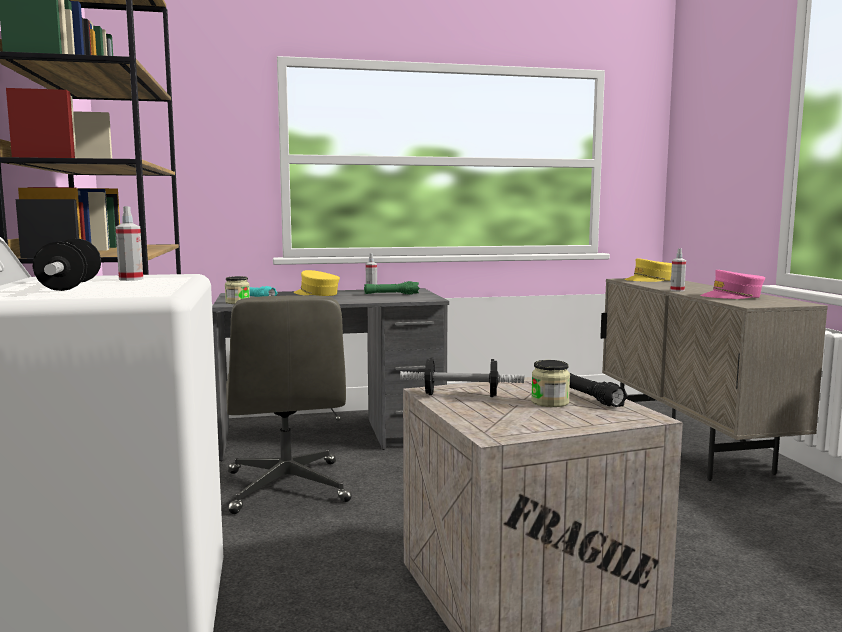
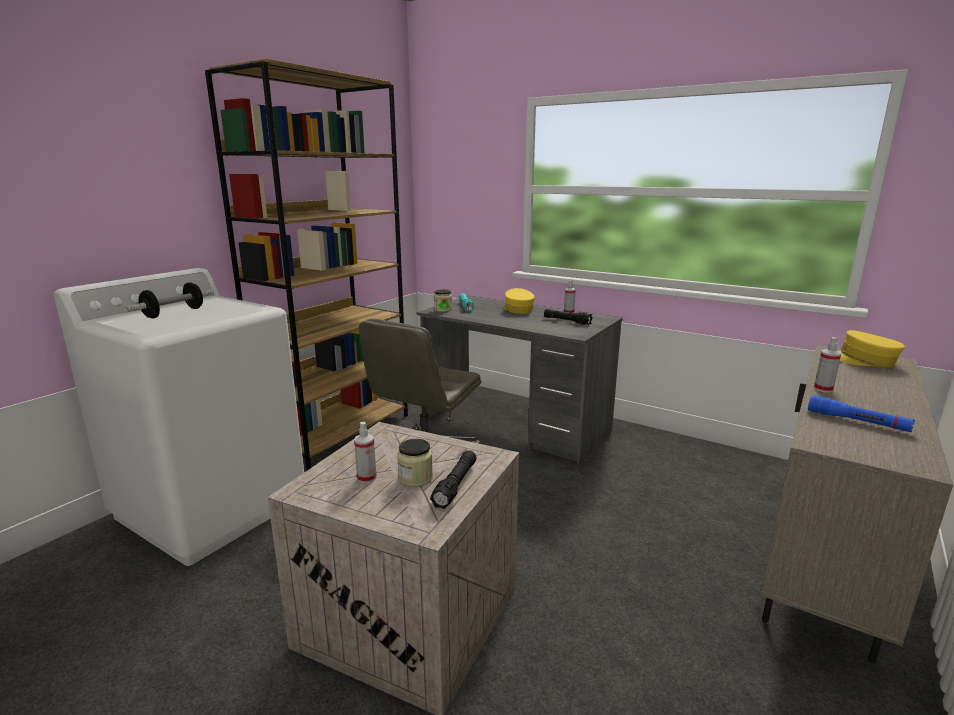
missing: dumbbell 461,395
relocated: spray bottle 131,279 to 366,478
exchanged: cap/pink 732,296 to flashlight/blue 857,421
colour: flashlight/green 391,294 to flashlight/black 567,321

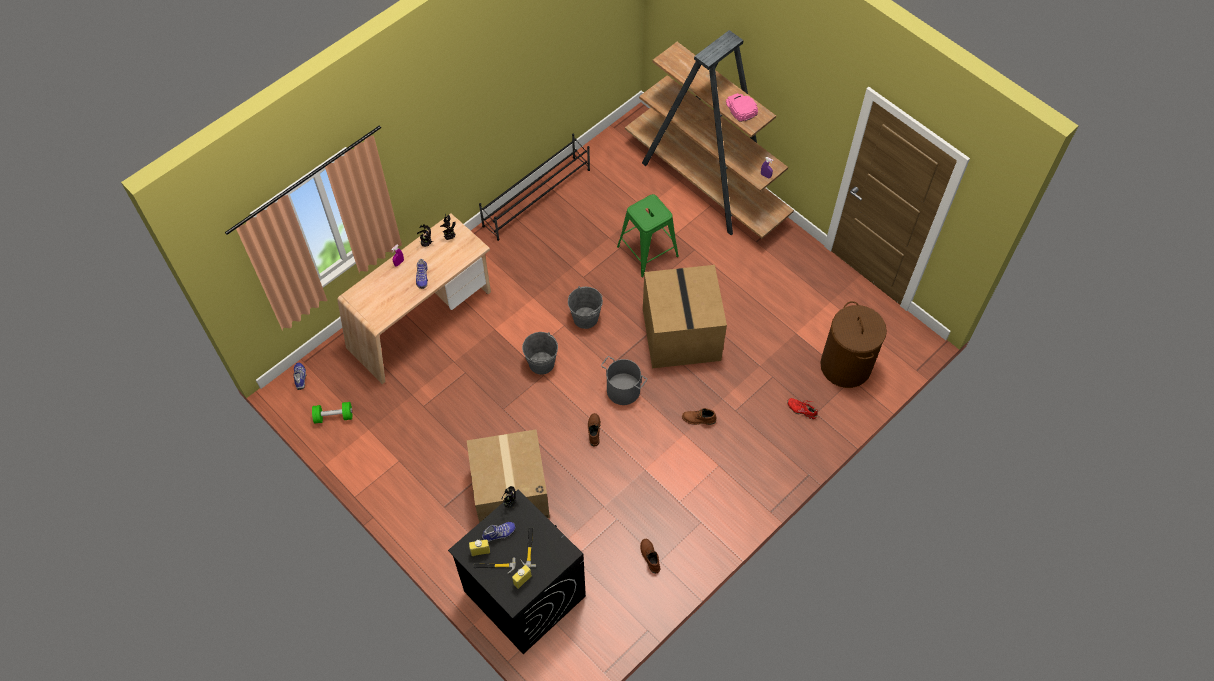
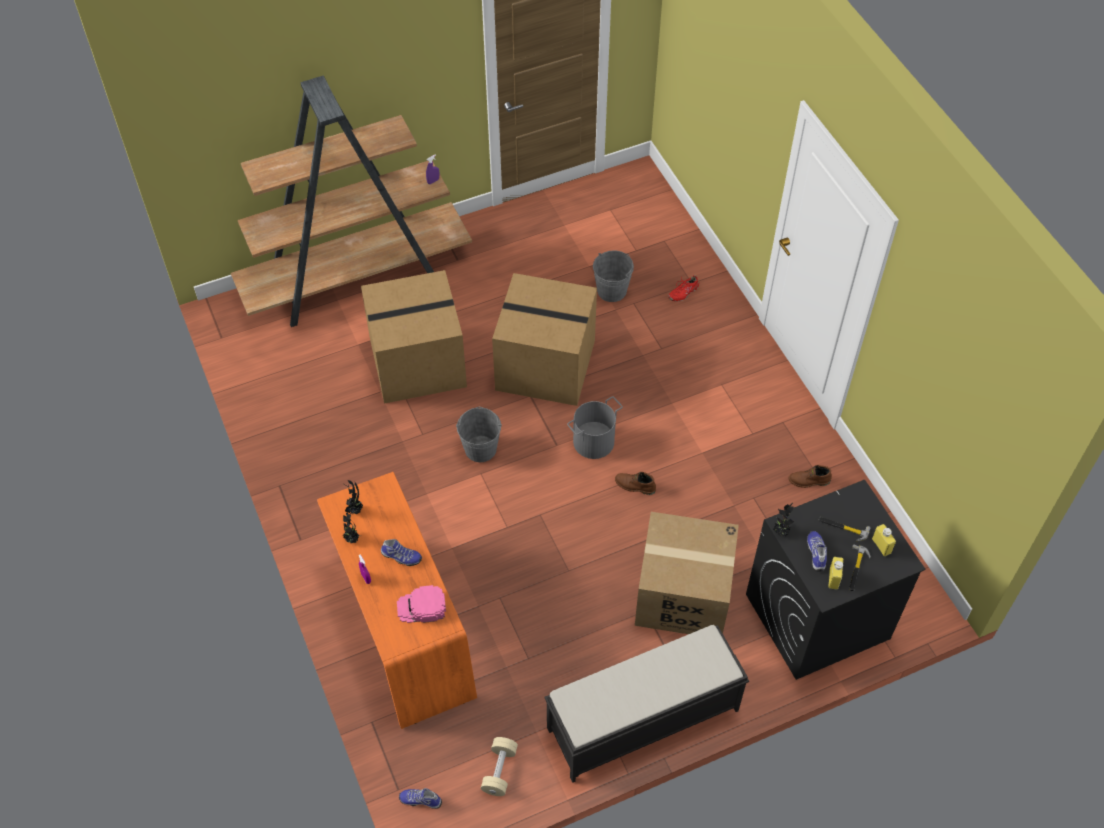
missing: shoe rack/black 537,197; boot/brown 698,419; laundry basket/brown 846,366
appeared: bench/black 641,720
relocated: cap/pink 740,108 to 421,607; bucket/grey 541,363 to 612,290
exchanged: stool/green 647,251 to cardboard box 418,361
colour: desk/beige 422,321 to desk/orange 402,626; dumbbell/green 334,416 to dumbbell/beige 499,771

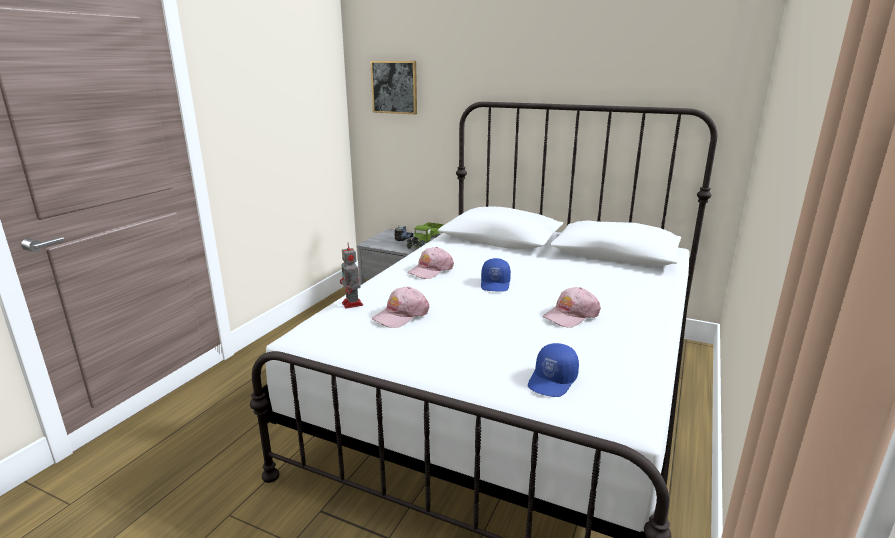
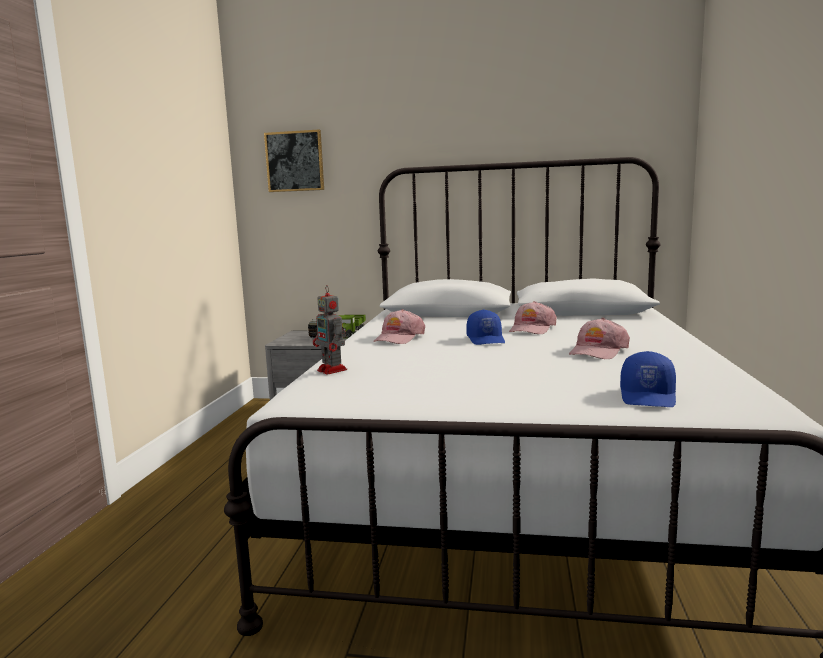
relocated: cap/pink 401,315 to 532,329

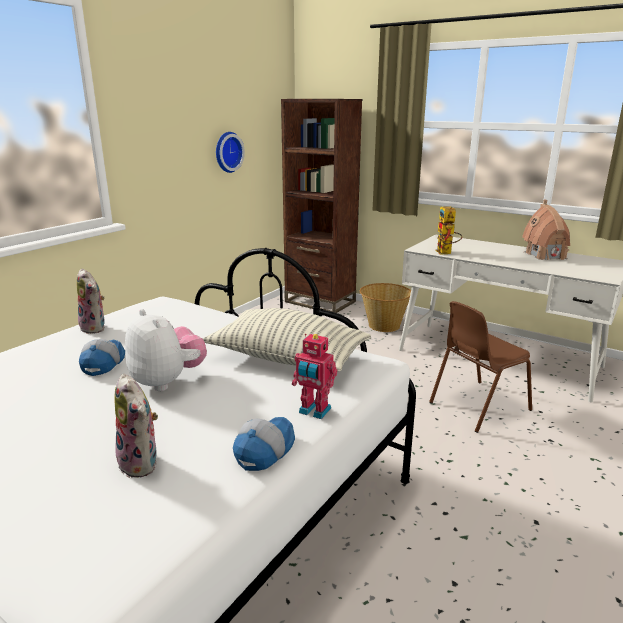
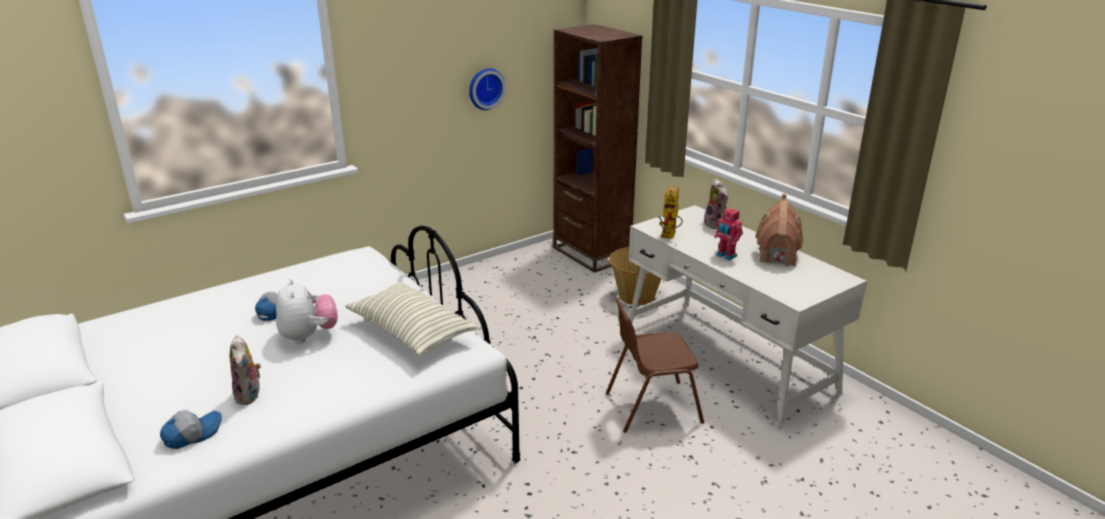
relocated: cap 263,450 to 192,434; plush toy 95,328 to 715,225; toy robot 314,411 to 725,256

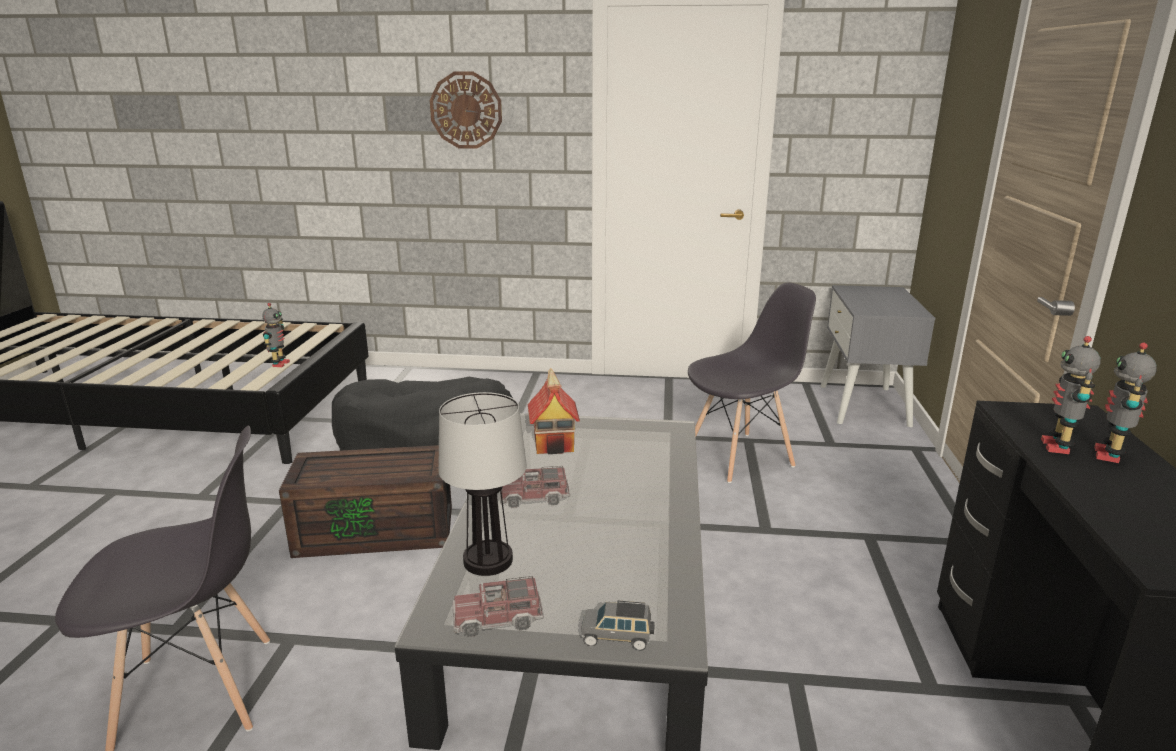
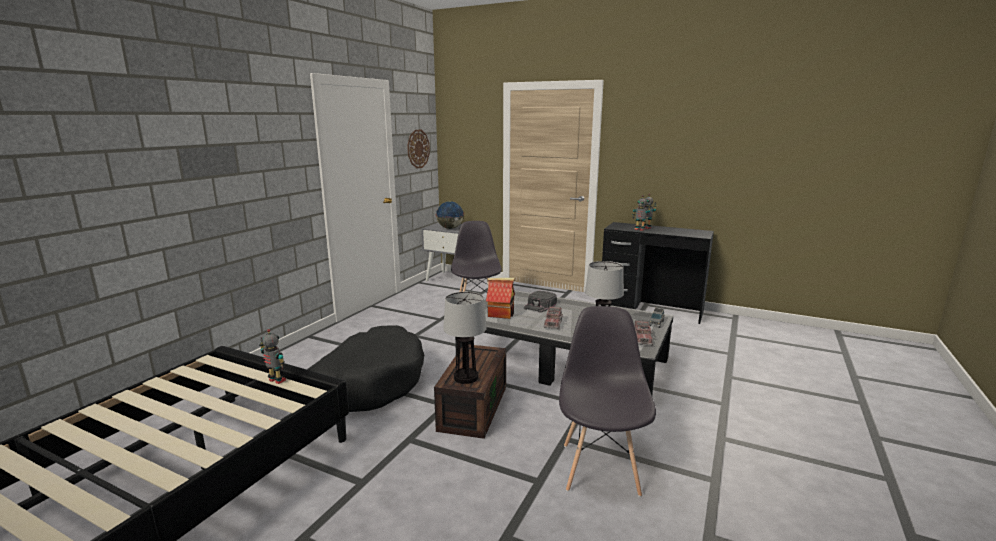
appeared: globe 450,228; table lamp 466,377; cap/black 540,305
relocated: wall clock 466,110 to 418,149

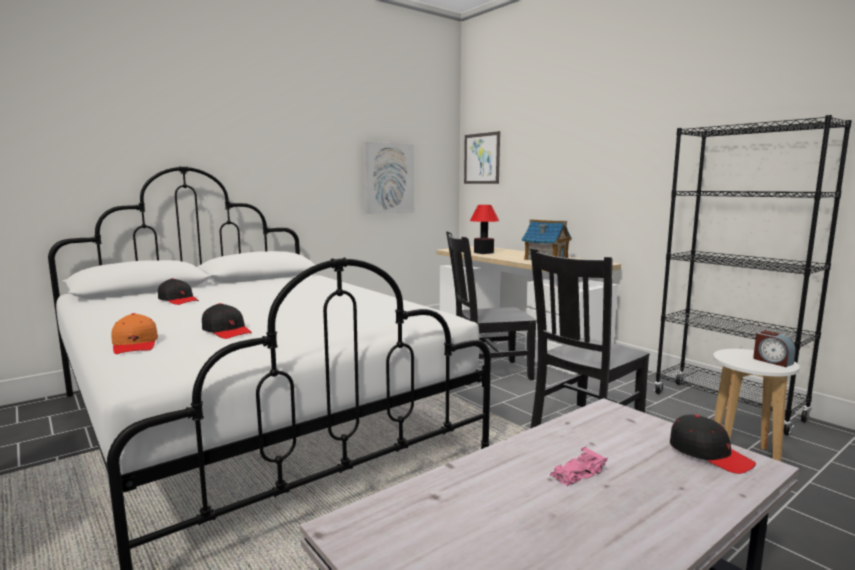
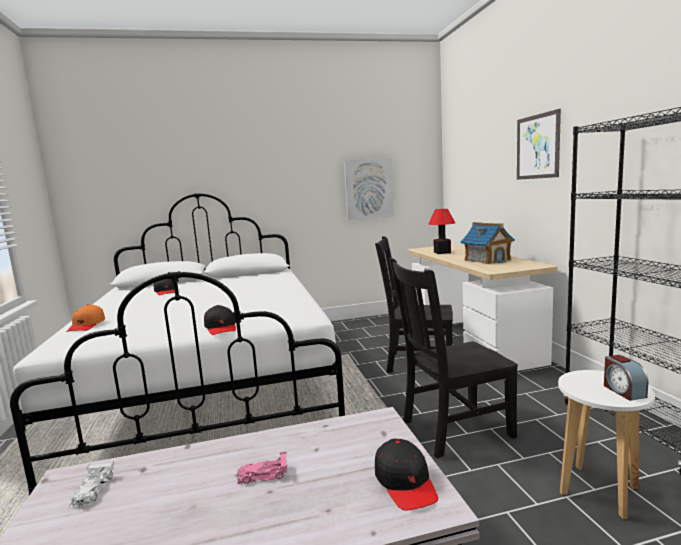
appeared: toy car/white 92,490
relocated: cap/black 227,331 to 221,327; picture 481,158 to 537,146

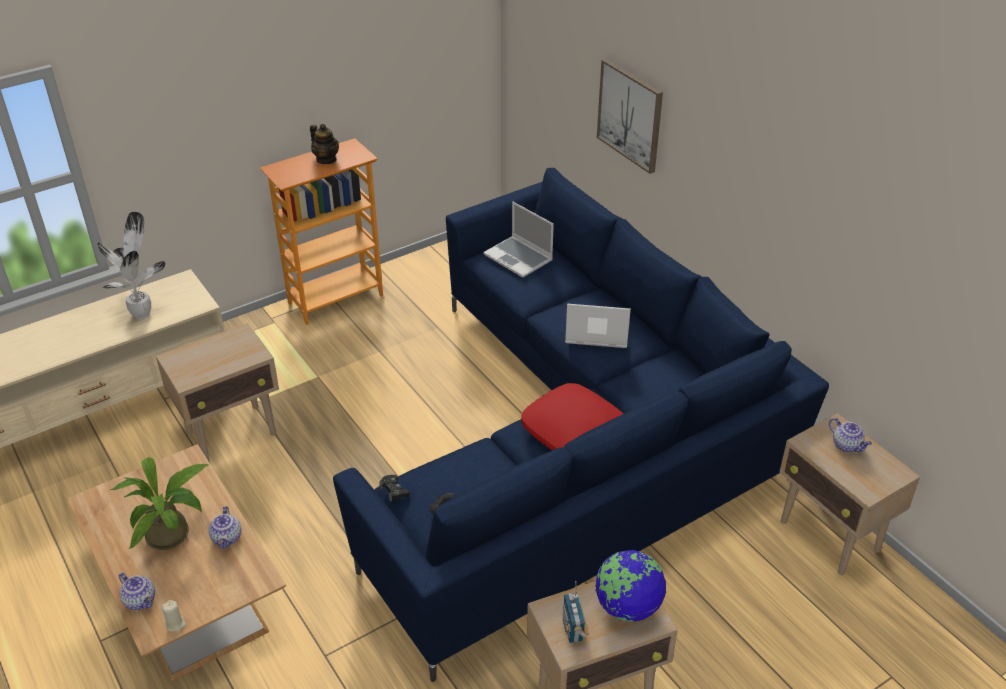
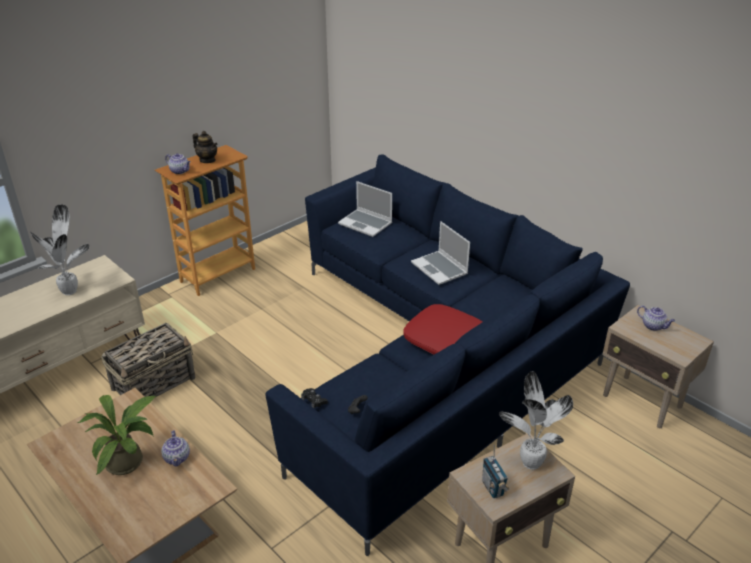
missing: candle/beige 175,624; picture 630,115
relocated: teapot 141,601 to 180,171
exchanged: side table/beige 233,433 to basket 154,383; globe 627,607 to potted plant 530,464
spun: laptop 596,332 = 440,269 120 degrees counterclockwise

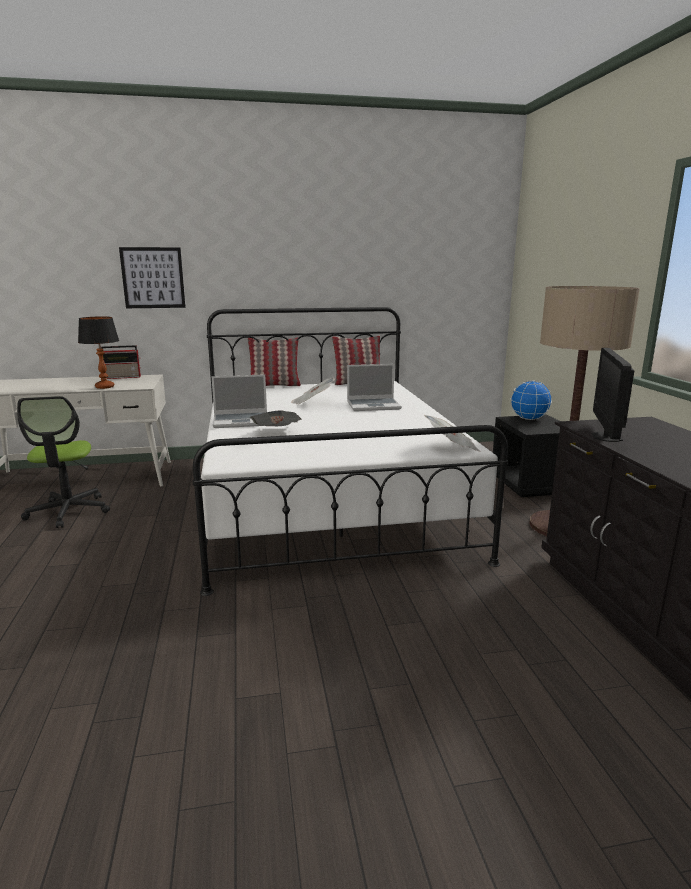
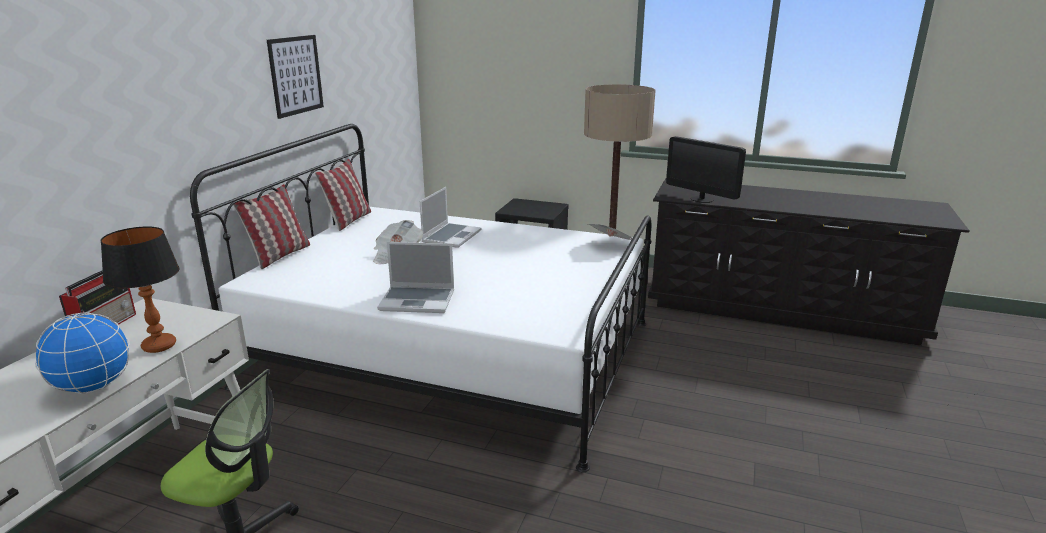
missing: newspaper 276,433
relocated: globe 529,419 to 93,386; picture 153,278 to 296,75
spun: laptop 242,421 = 418,300 75 degrees clockwise

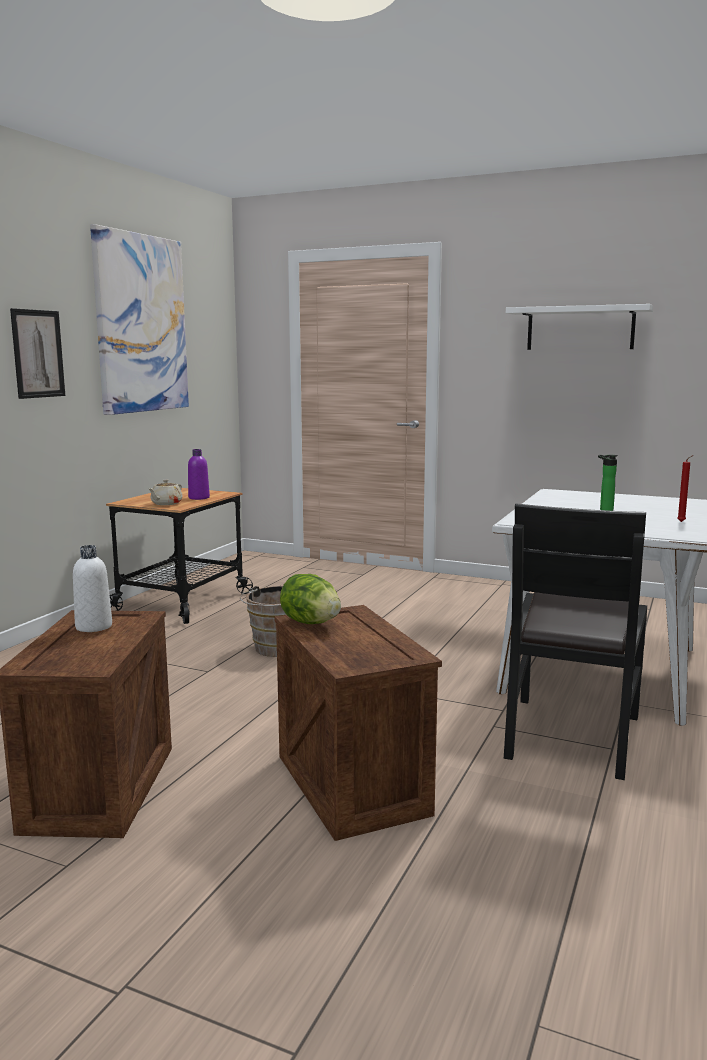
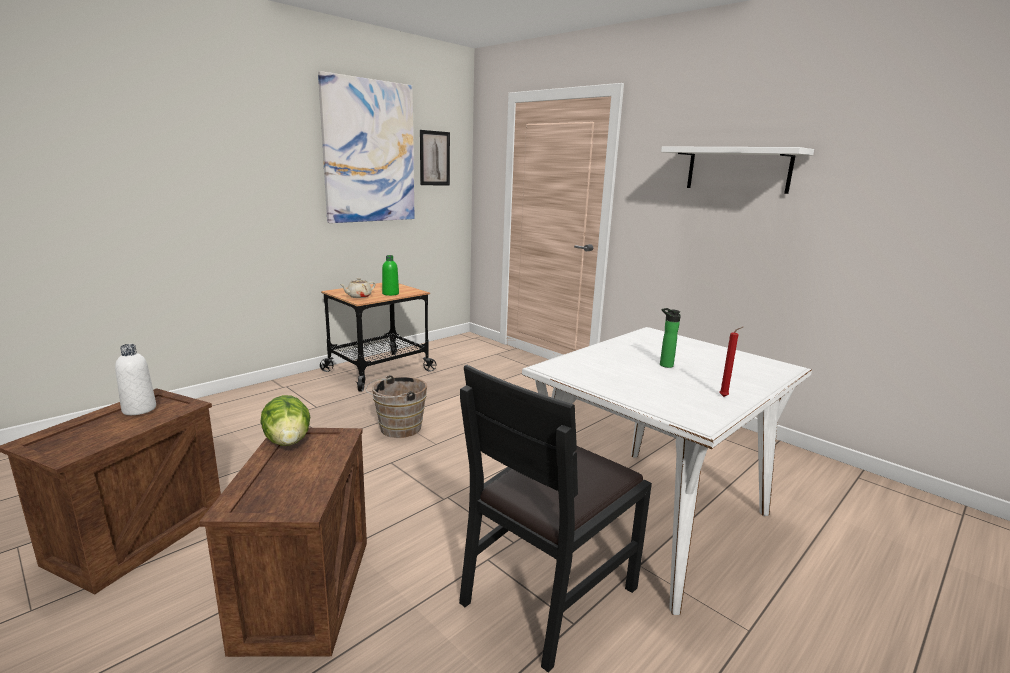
relocated: picture 38,354 to 434,158
colour: bottle/purple 199,498 to bottle/green 390,294

